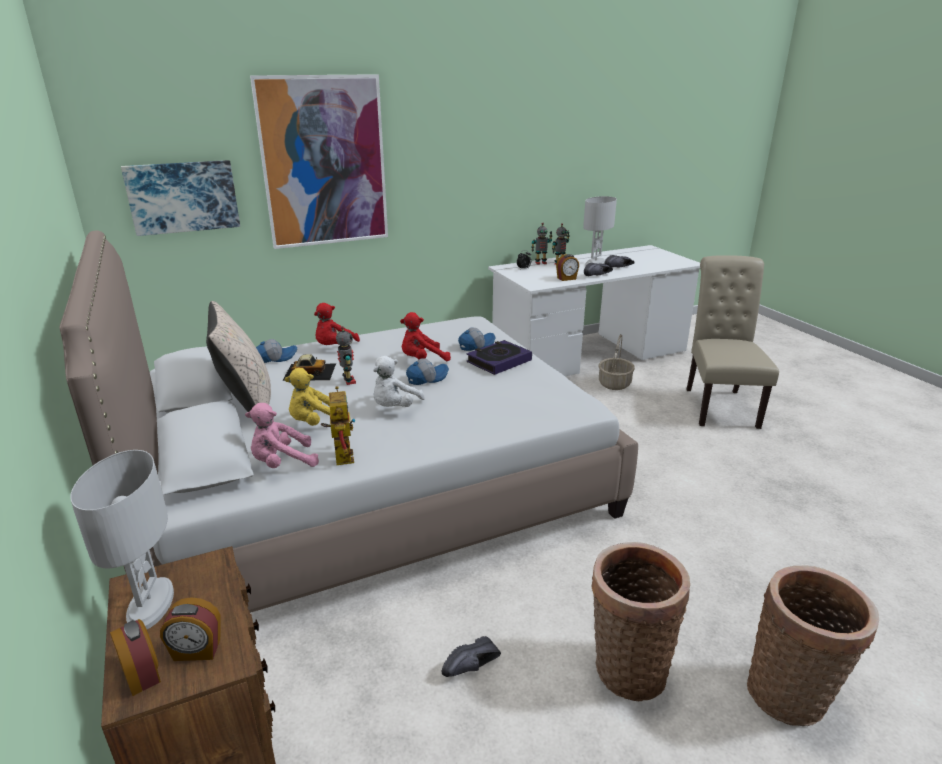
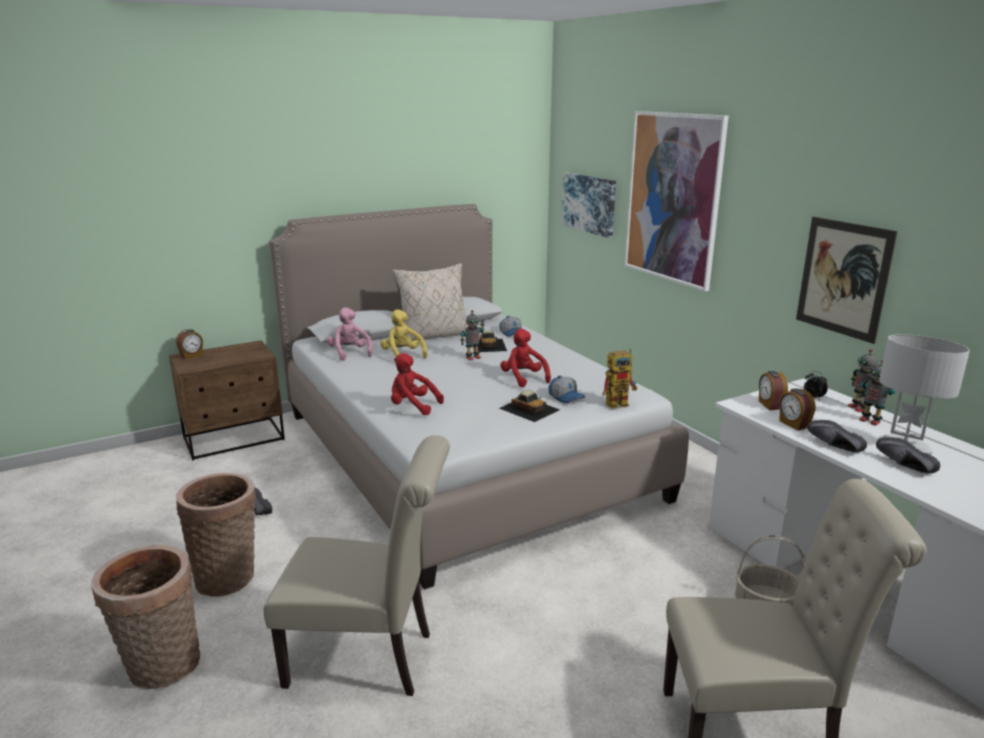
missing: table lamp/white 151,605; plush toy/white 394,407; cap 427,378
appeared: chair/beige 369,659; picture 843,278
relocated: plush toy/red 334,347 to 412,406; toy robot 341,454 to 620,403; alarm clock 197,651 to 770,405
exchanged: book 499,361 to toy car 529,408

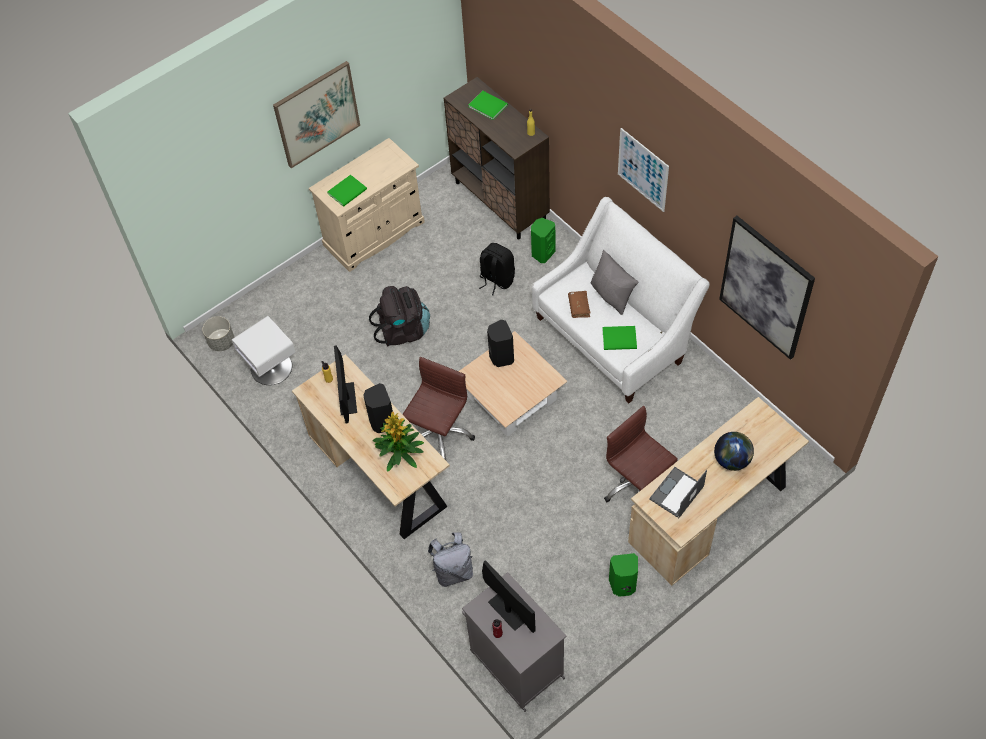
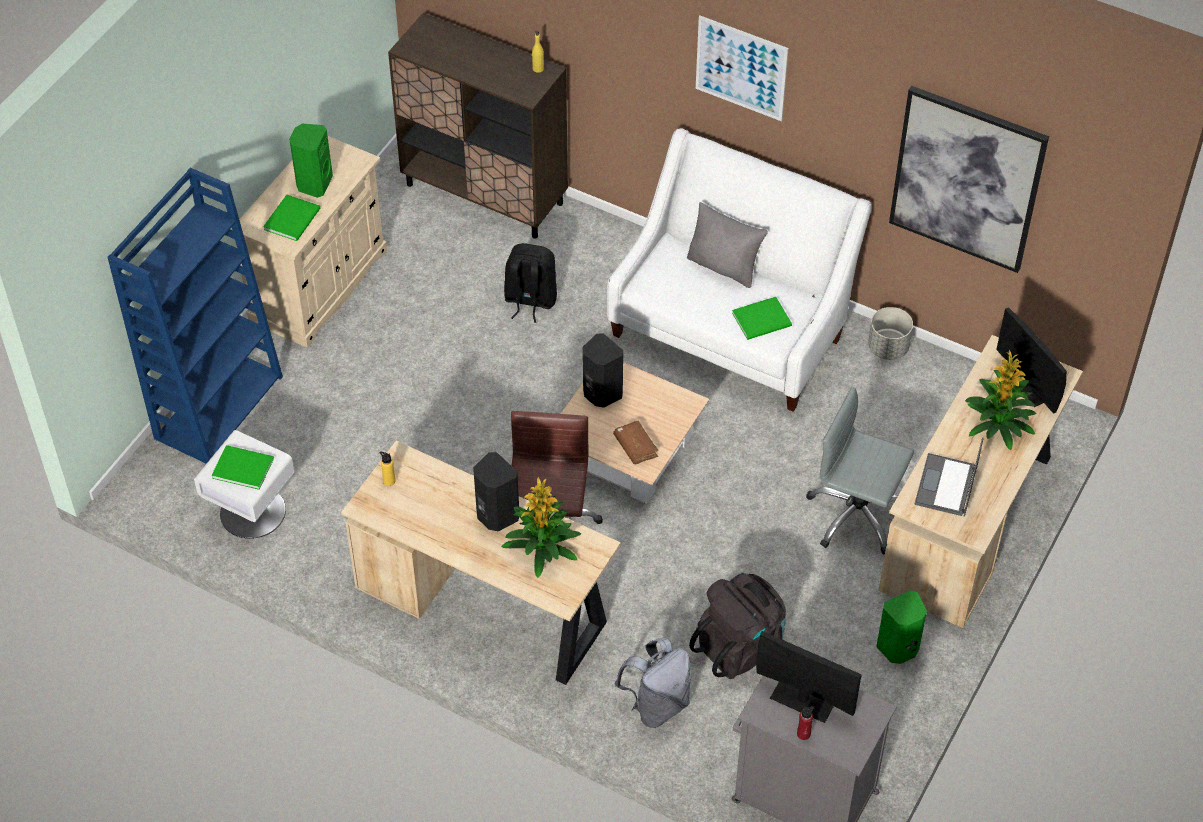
missing: picture 317,114
appeared: bookcase/blue 218,406
relocated: book/green 487,105 to 242,467; speaker/green 542,253 to 313,183; book/brown 579,307 to 635,446; backpack/black 403,330 to 740,646; planter/grey 222,342 to 888,348; monitor 347,398 to 1027,384
exchanged: globe 732,460 to potted plant 997,423
colour: office chair/brown 637,486 to office chair/grey 856,515

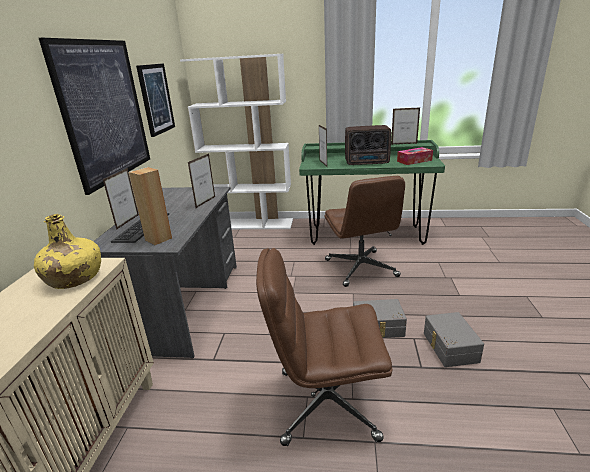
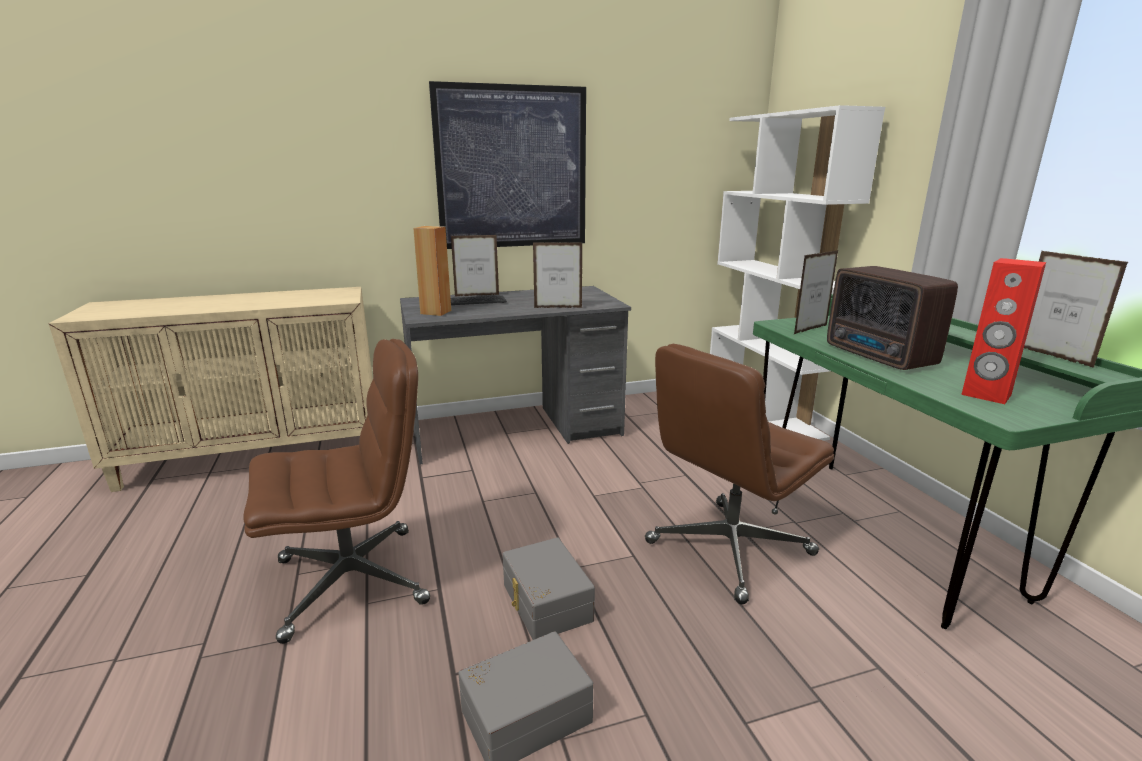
missing: bottle/yellow 74,278; picture 156,99
exchanged: tissue box 414,161 to speaker/red 986,395
spun: office chair/brown 325,404 = 354,580 90 degrees clockwise

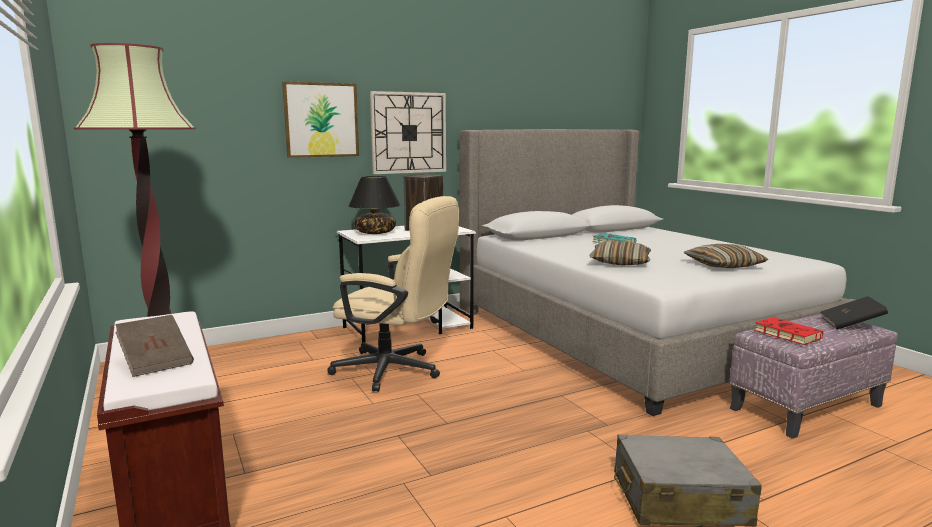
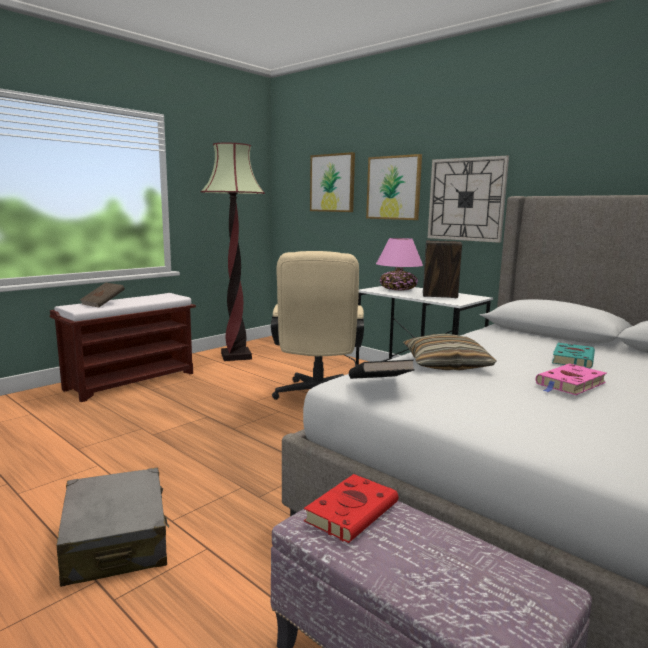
missing: pillow 723,265
appeared: picture 332,183; book/pink 570,384
relocated: book/black 851,325 to 379,386
colour: table lamp/black 375,233 to table lamp/pink 397,289

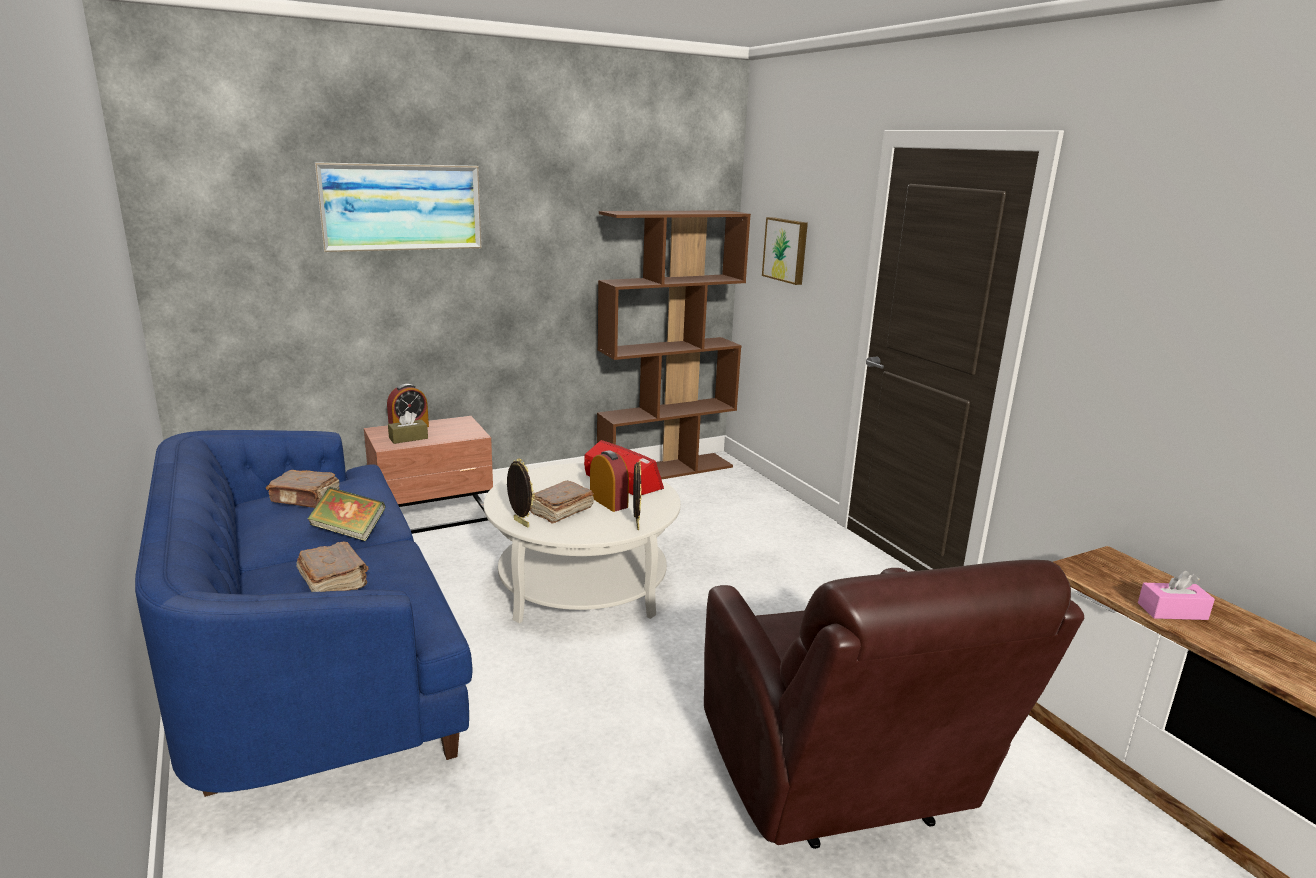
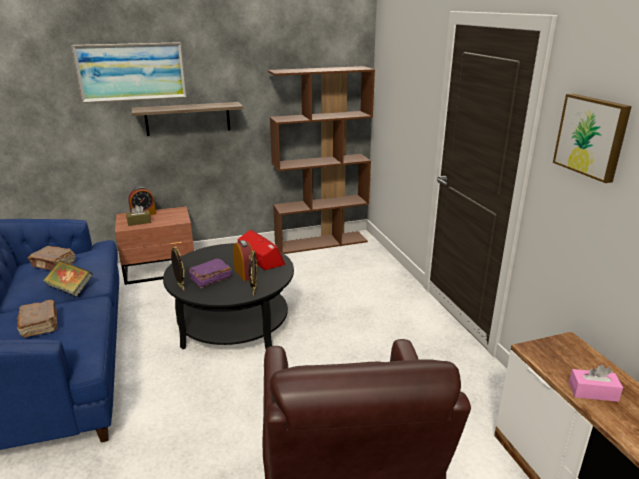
appeared: shelf 188,118
relocated: picture 786,250 to 592,136
colour: coffee table/white 582,585 to coffee table/black 233,324; book/brown 560,511 to book/purple 210,279

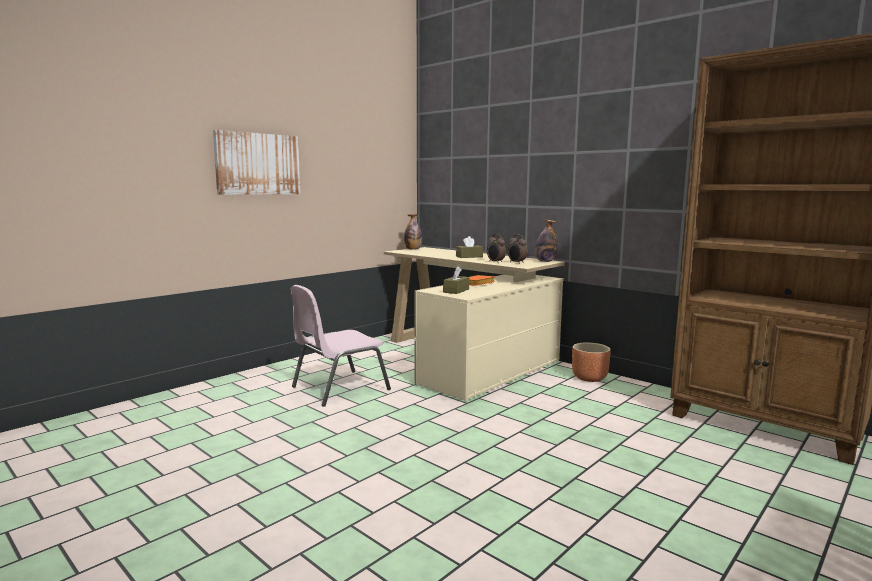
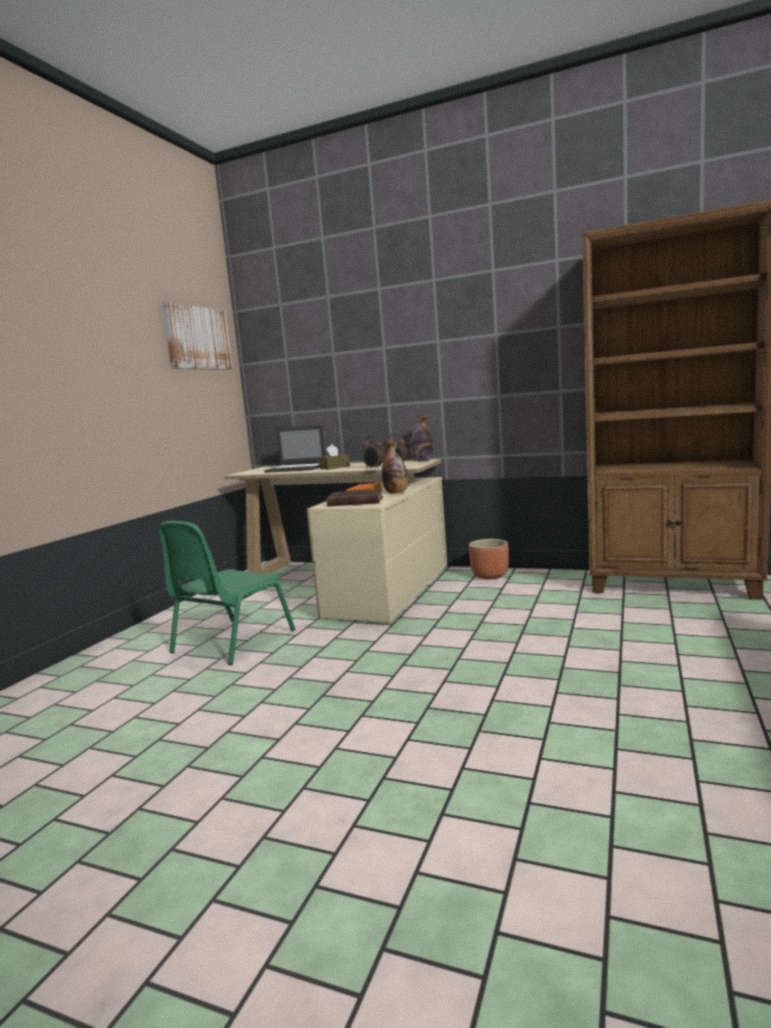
appeared: laptop 296,468
relocated: picture 258,164 to 197,338; bottle 413,249 to 396,493
exchanged: tissue box/brown 456,291 to book/brown 354,502
colour: chair/pink 338,388 to chair/green 231,642

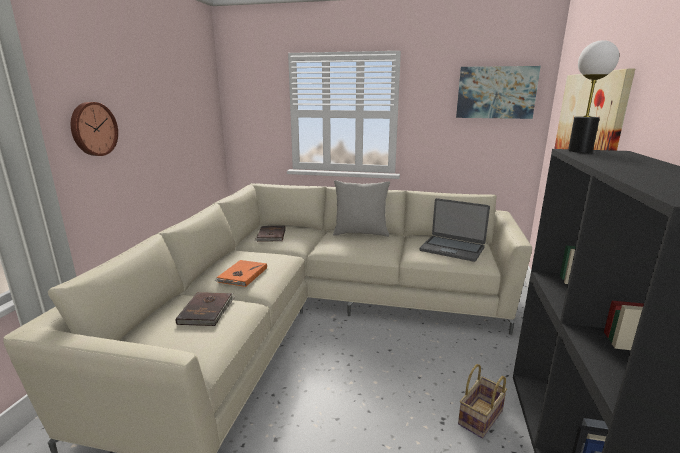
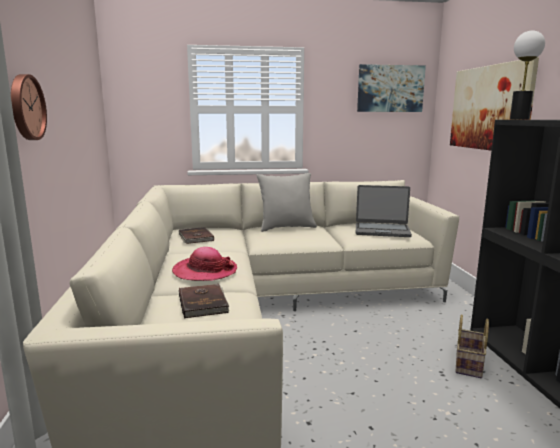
exchanged: book/orange 242,275 to hat 205,271

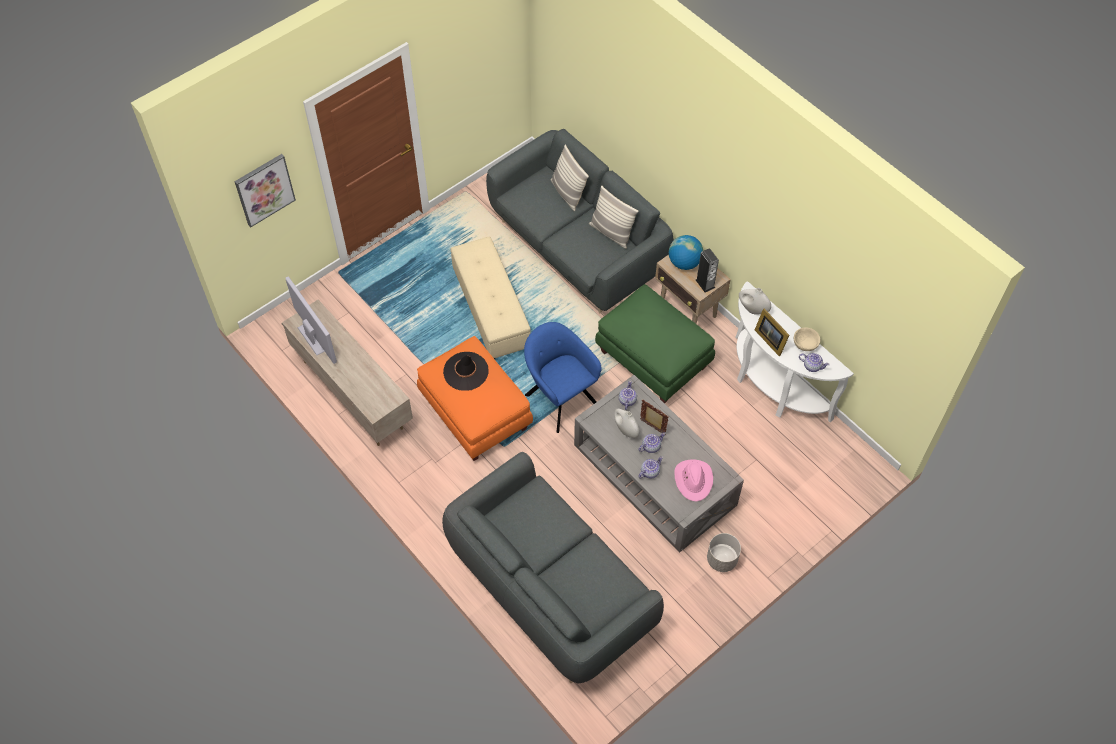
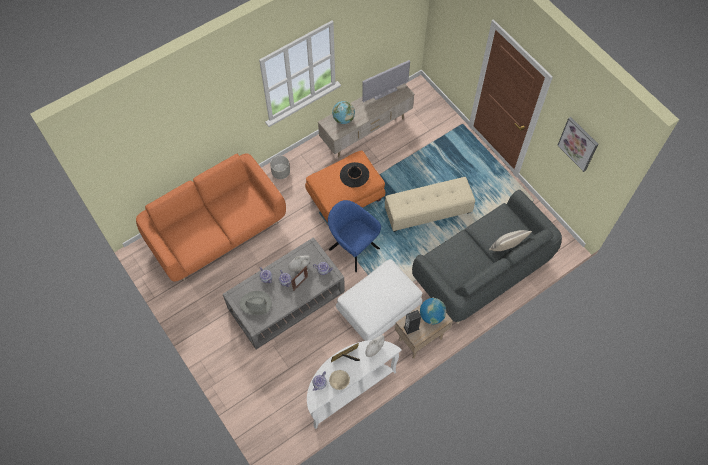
missing: pillow 611,233
appeared: globe 343,119
relocated: planter/grey 722,559 to 281,173; picture 264,189 to 578,143
colour: sofa/grey 550,588 to sofa/orange 217,231; hat/pink 693,480 to hat/grey 256,304; ottoman/green 654,359 to ottoman/white 378,310
spun: armchair/blue 559,397 = 352,247 105 degrees counterclockwise

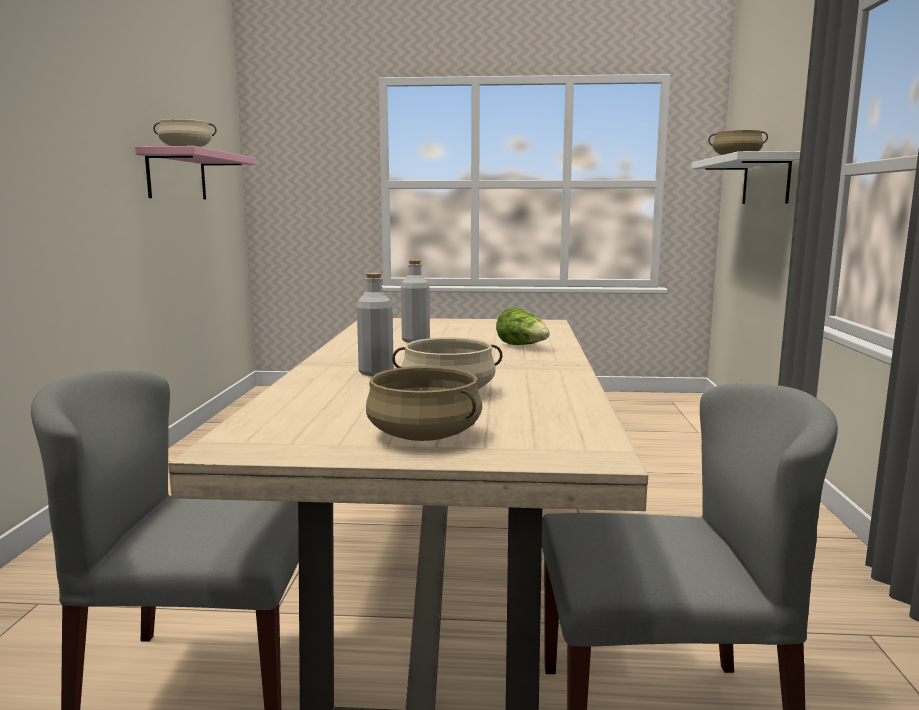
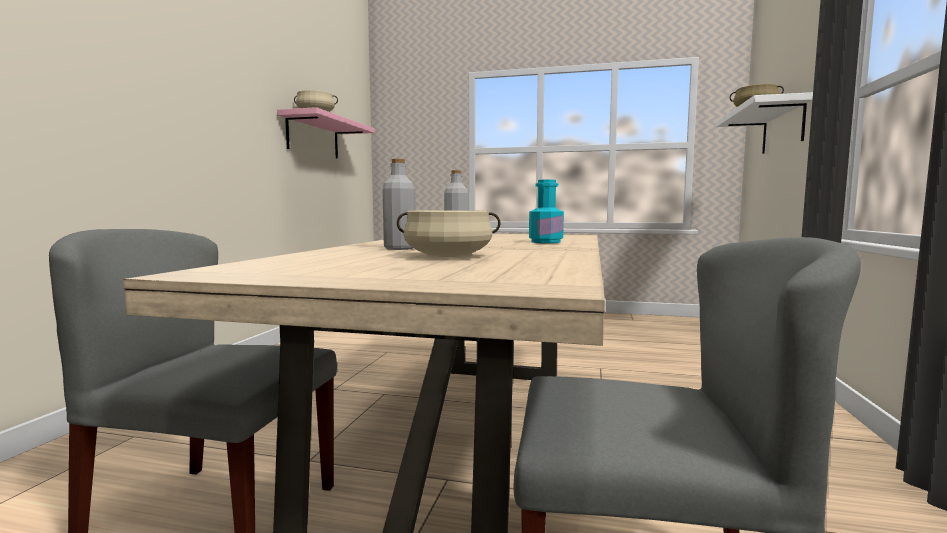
missing: cooking pot/beige 423,435
exchanged: lettuce 523,346 to bottle/turquoise 545,242

